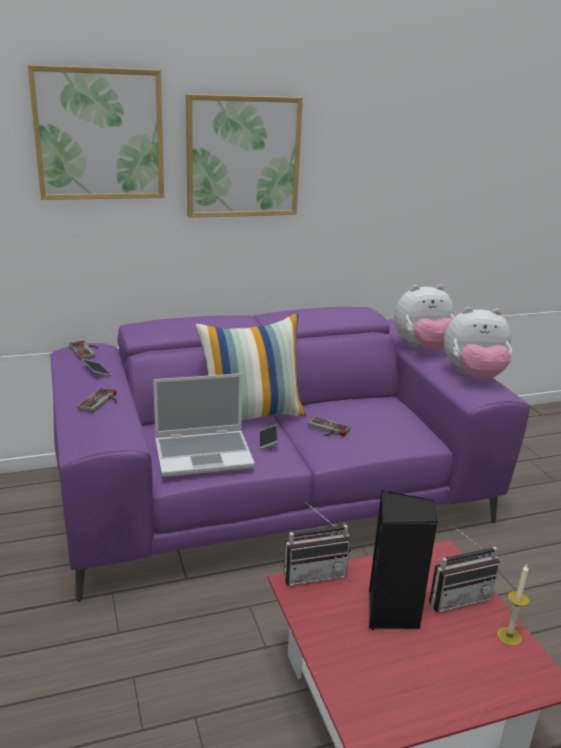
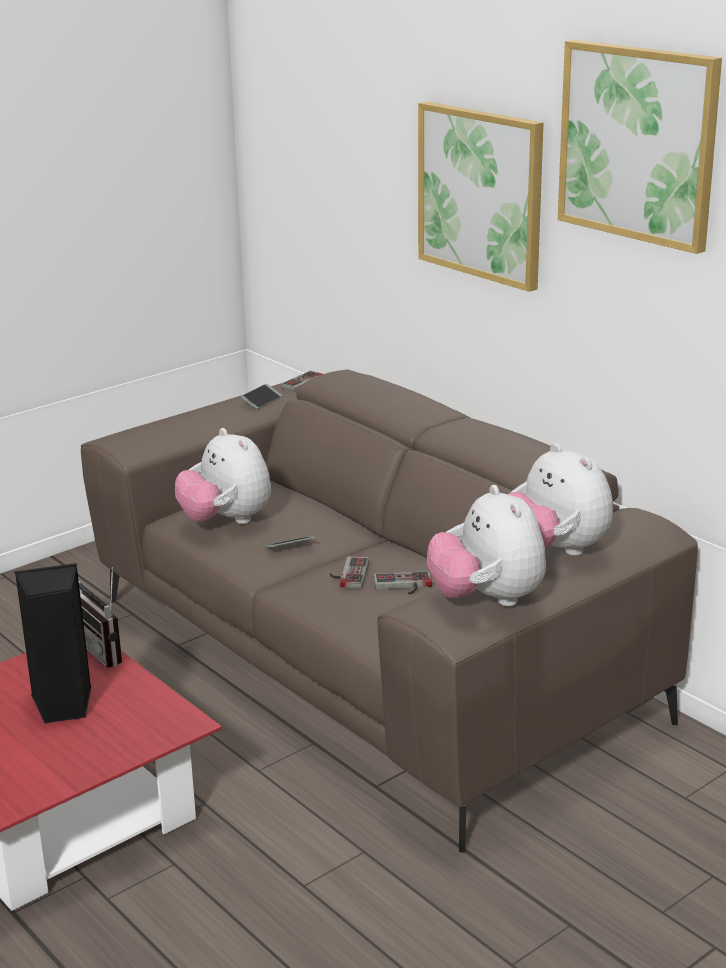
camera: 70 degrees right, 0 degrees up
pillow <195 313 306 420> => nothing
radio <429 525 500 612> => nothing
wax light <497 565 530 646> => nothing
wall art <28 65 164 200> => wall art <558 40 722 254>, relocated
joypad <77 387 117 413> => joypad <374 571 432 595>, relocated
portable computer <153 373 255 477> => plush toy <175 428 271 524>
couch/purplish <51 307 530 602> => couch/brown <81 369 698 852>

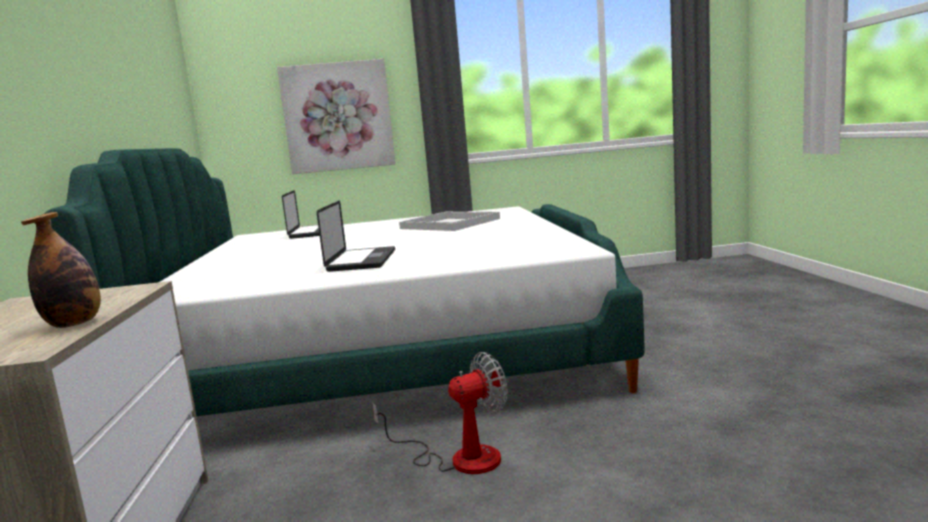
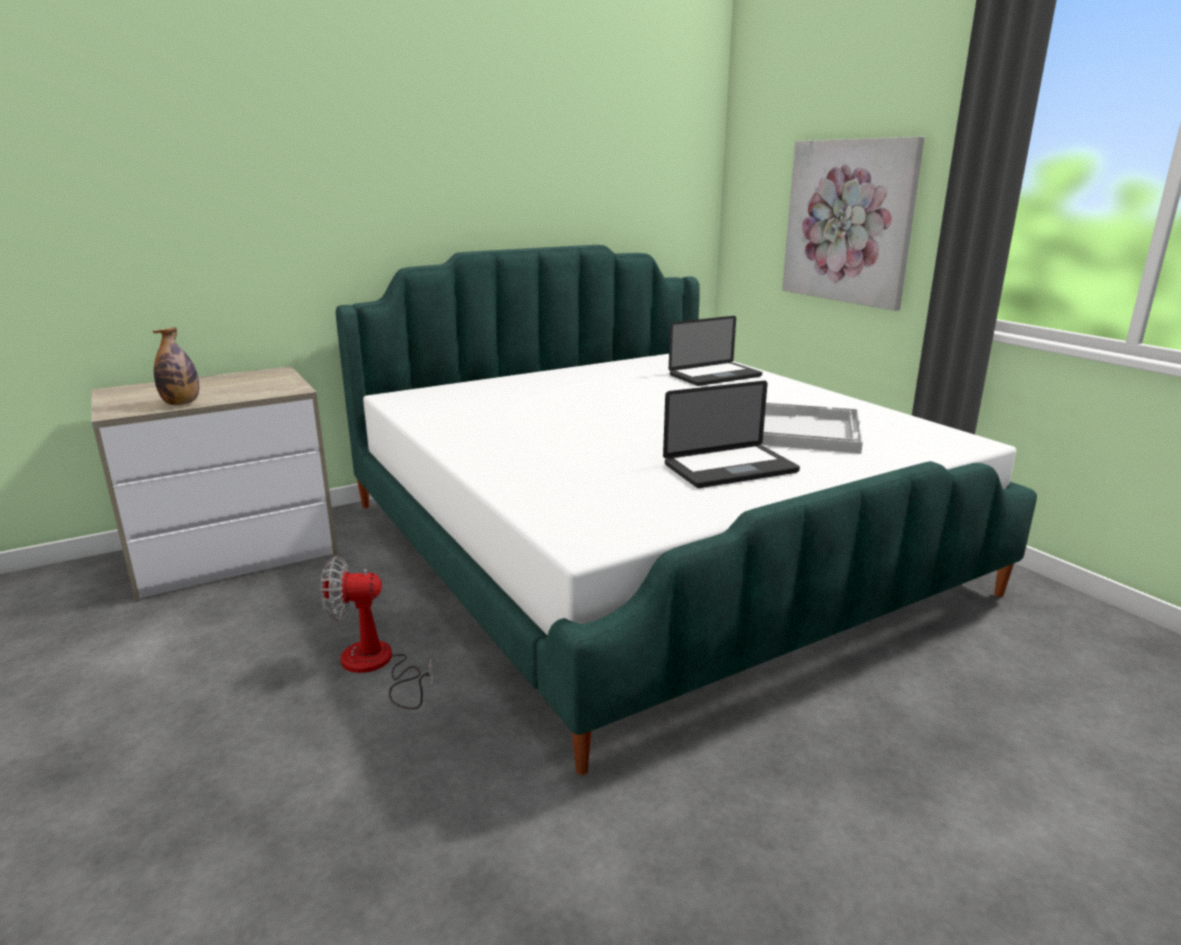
camera: 65 degrees right, 10 degrees up
portable computer <317 201 395 272> => portable computer <663 381 800 488>, relocated
electric fan <372 352 507 474> => electric fan <321 556 433 709>, 135 degrees clockwise

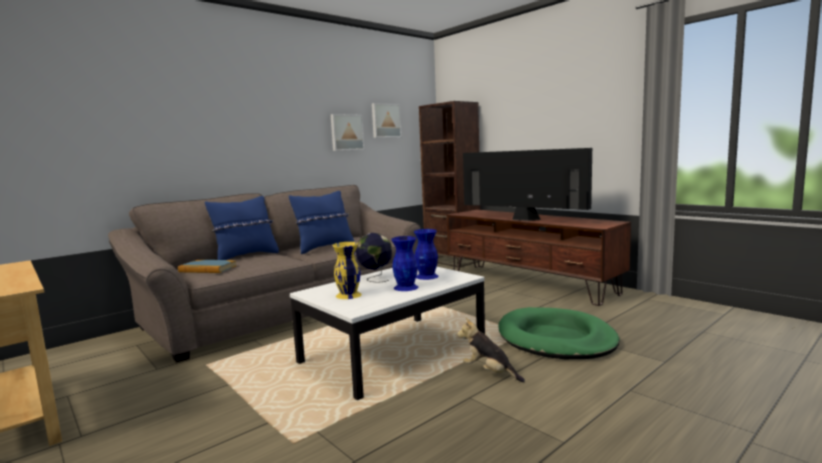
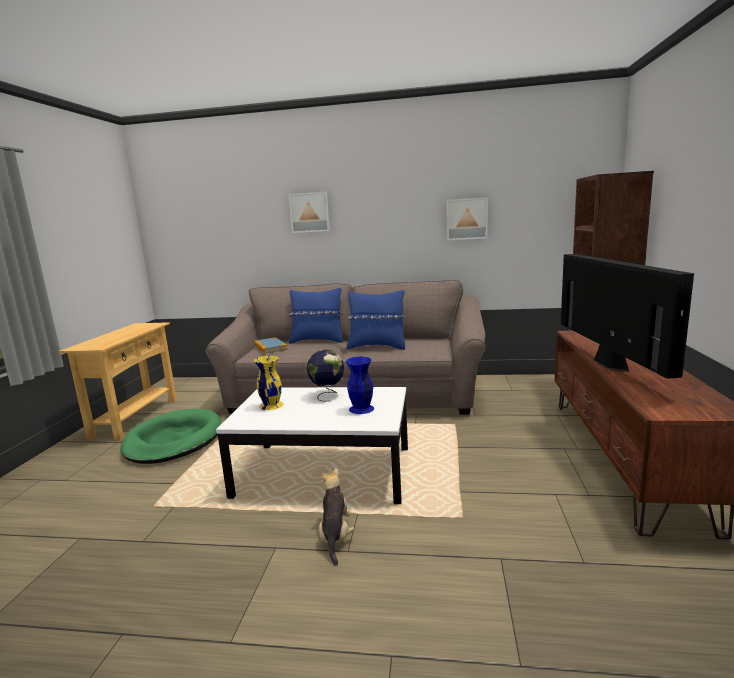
camera: 50 degrees right, 5 degrees up
decorative vase/blue <391 236 418 291> => nothing
wall art <372 103 402 138> => wall art <288 192 330 233>, relocated
dog bed/green-coloured <498 307 620 359> => dog bed/green-coloured <120 409 222 464>, relocated

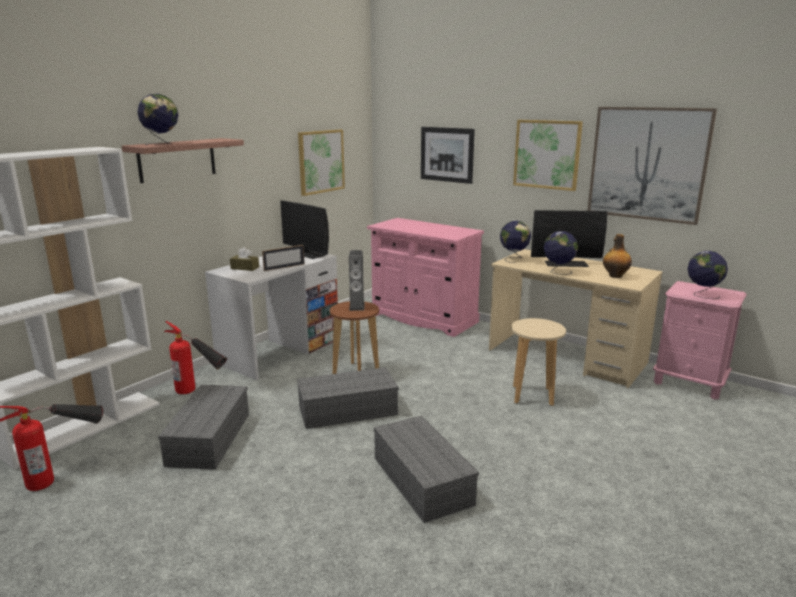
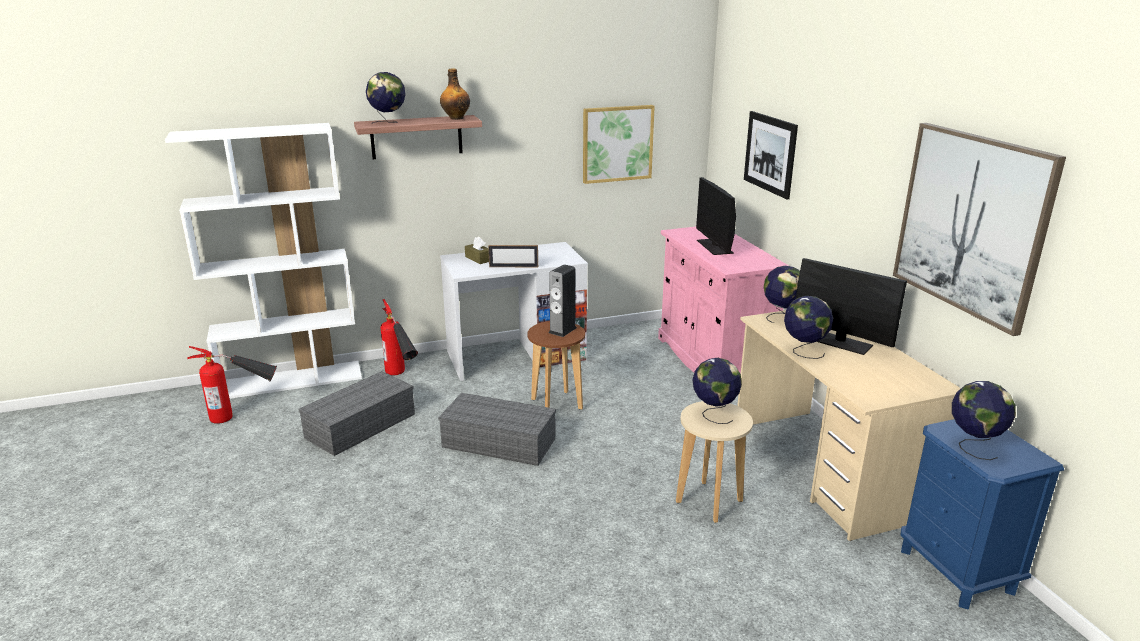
camera: 35 degrees right, 5 degrees up
storage container/grey <374 415 479 523> => nothing
wall art <513 120 583 191> => nothing
nothing => world globe <692 358 742 424>
computer screen <280 201 329 259> => computer screen <696 177 736 255>, relocated
drink bottle <603 234 632 278> => drink bottle <440 68 470 120>, relocated
nightstand/pinkish <653 281 747 399> => nightstand/blue <901 419 1064 609>

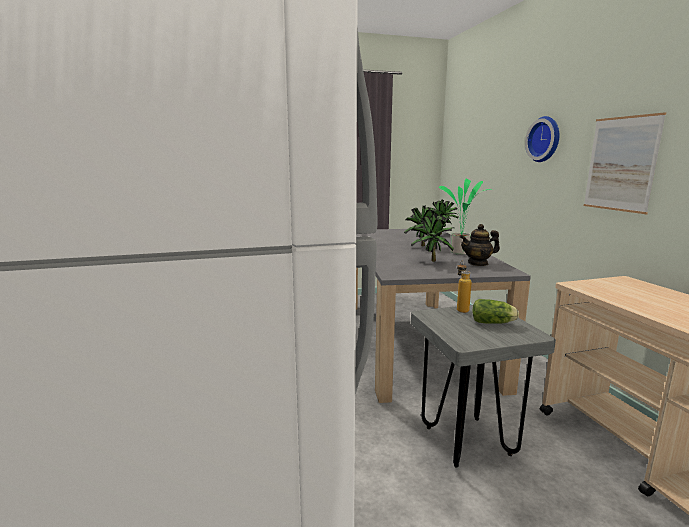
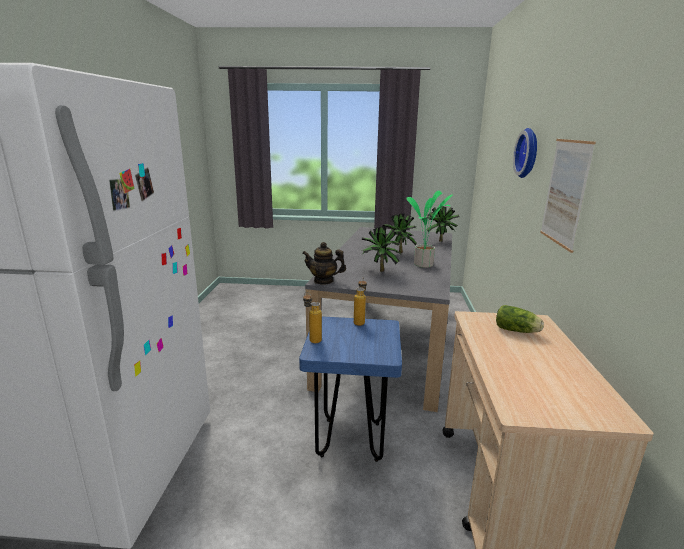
camera: 20 degrees right, 5 degrees up
nothing => drink bottle <303 292 322 343>
teapot <460 224 500 266> => teapot <302 242 346 285>, relocated
lettuce head <473 299 519 324> => lettuce head <496 305 544 333>, relocated
stool seat/grey <411 305 556 468> => stool seat/blue <299 316 402 462>

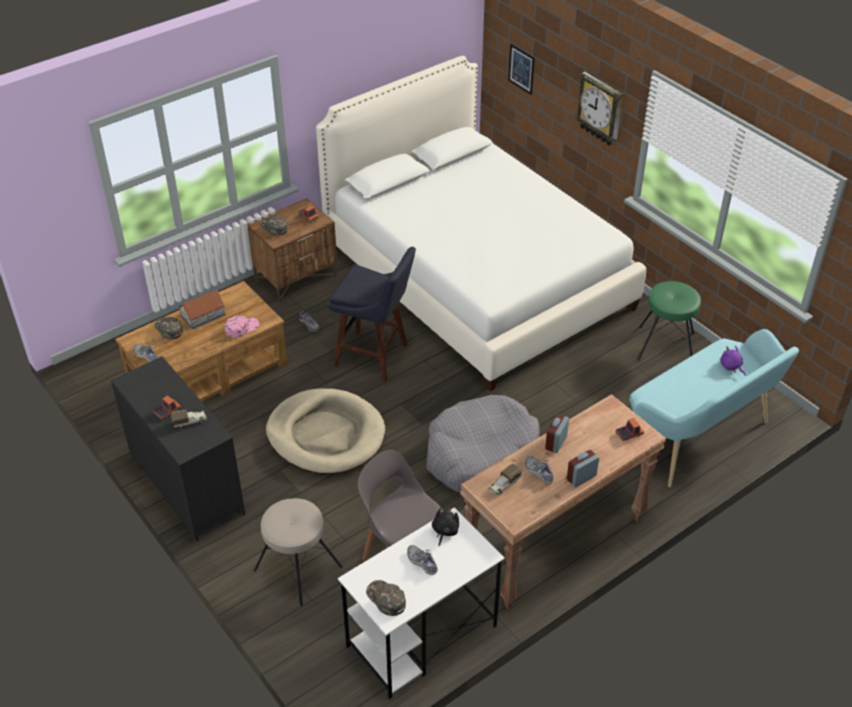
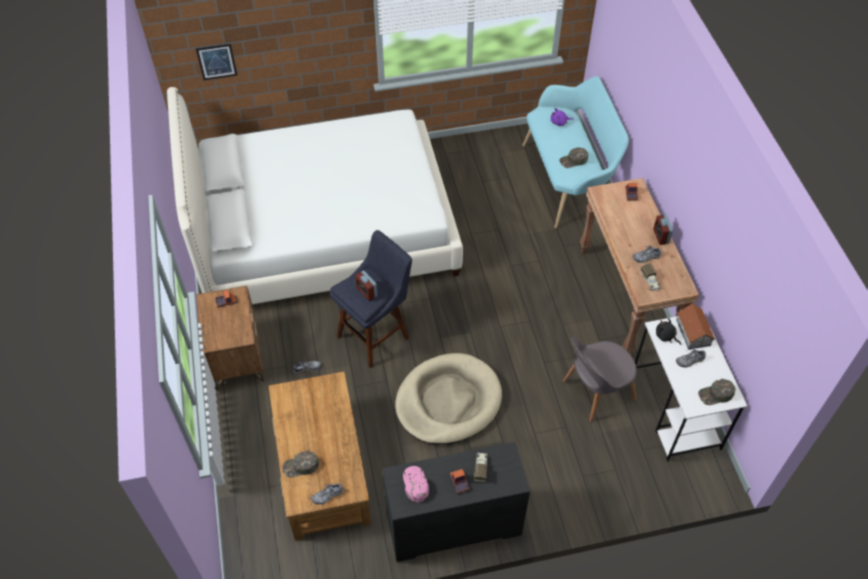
camera: 65 degrees left, 10 degrees up
stool seat/beige-coloured <254 498 343 606> => nothing
dog bed/grey <427 395 540 493> => nothing
clock on the wall <576 72 623 145> => nothing
stool seat/green-coloured <638 281 701 360> => nothing
model house <178 290 225 329> => model house <676 303 715 349>, relocated
baseball cap/pinkish <225 316 259 338> => baseball cap/pinkish <403 466 429 502>, relocated
baseball cap/green-coloured <260 216 288 236> => baseball cap/green-coloured <559 147 588 168>, relocated
alarm clock <545 414 569 453> => alarm clock <355 270 378 301>, relocated

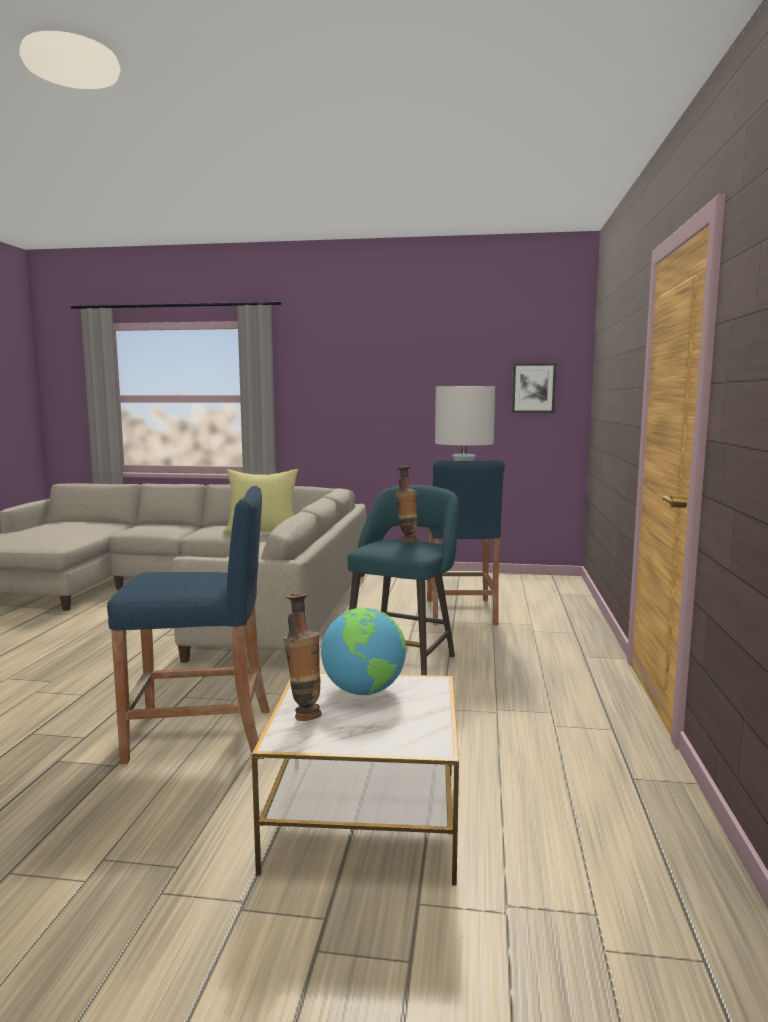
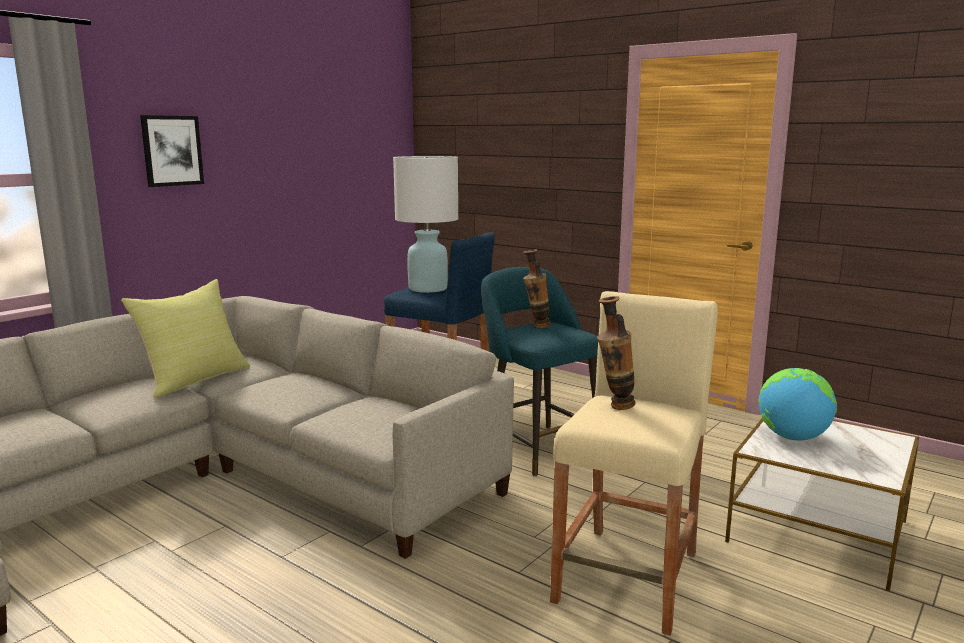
camera: 60 degrees left, 5 degrees up
decorative vase <283 594 322 721> => decorative vase <597 296 635 410>, relocated
wall art <512 363 556 413> => wall art <140 115 204 187>, relocated
stool seat/blue <107 486 270 764> => stool seat/beige-coloured <550 291 718 636>

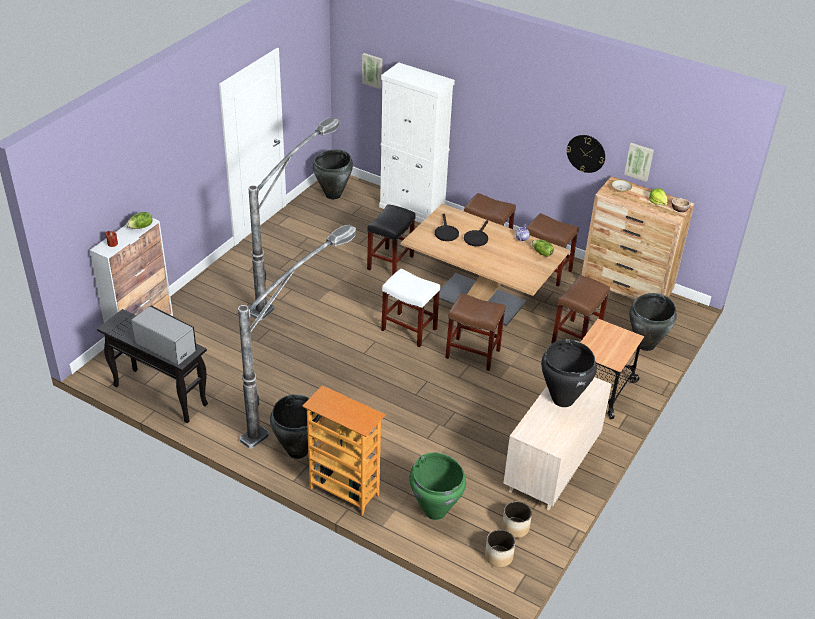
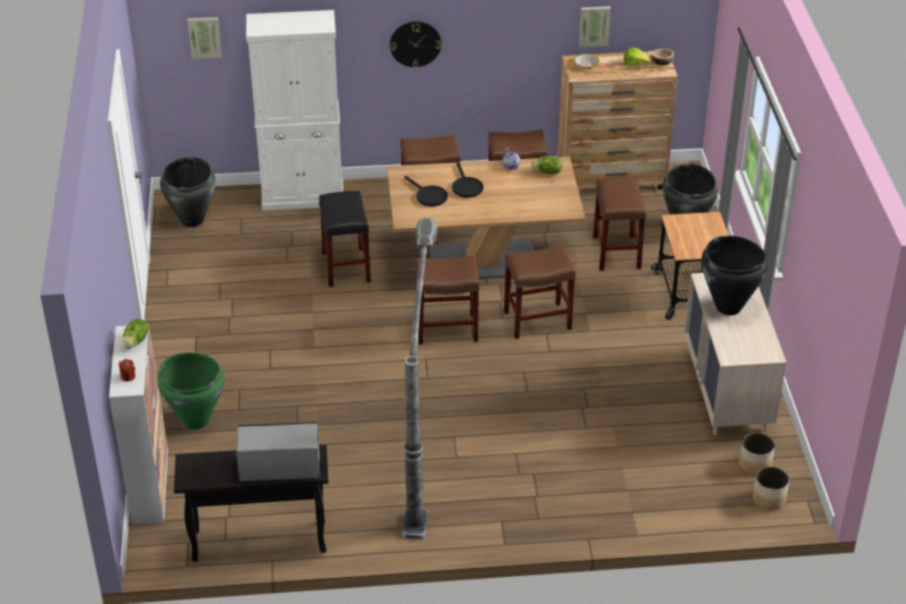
camera: 35 degrees left, 0 degrees up
standard lamp <248 117 339 321> => nothing
decorative vase/black-coloured <270 394 322 459> => nothing
bookcase <302 385 386 516> => nothing
decorative vase/green-coloured <410 452 466 520> => decorative vase/green-coloured <157 352 225 430>, relocated
clock on the wall <566 135 605 173> => clock on the wall <390 21 441 68>, relocated
stool seat/white-coloured <381 269 440 348> => stool seat/brown <415 256 479 345>

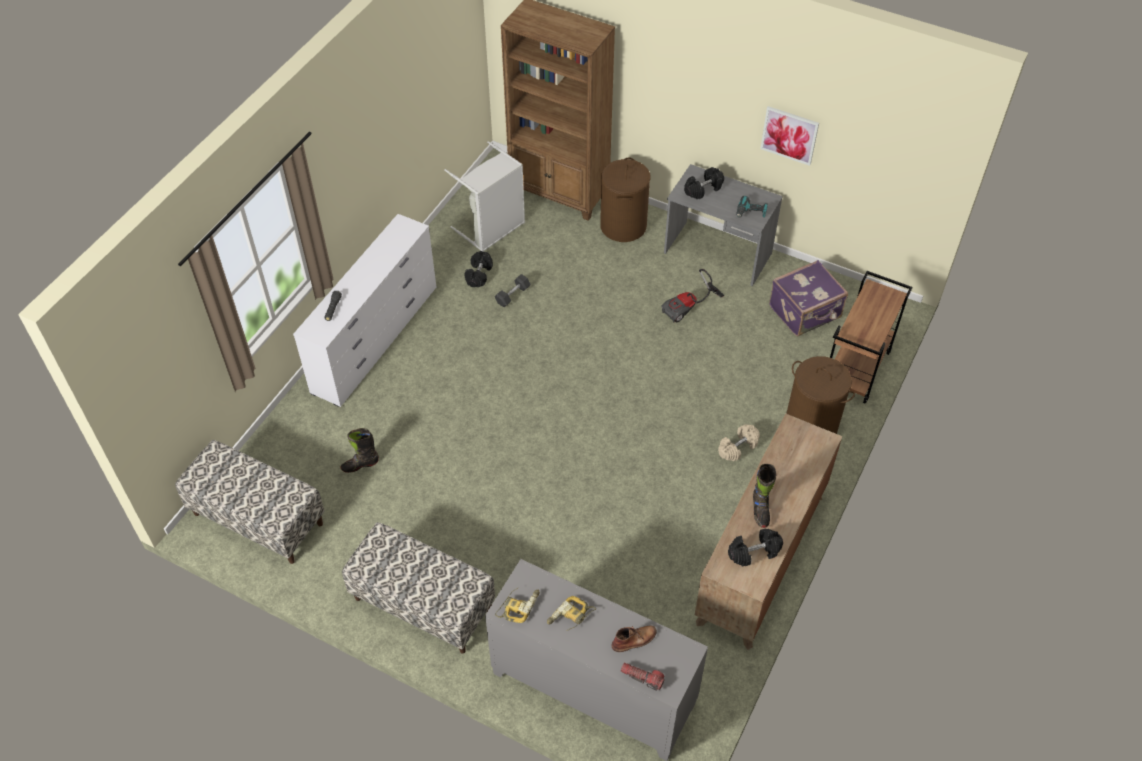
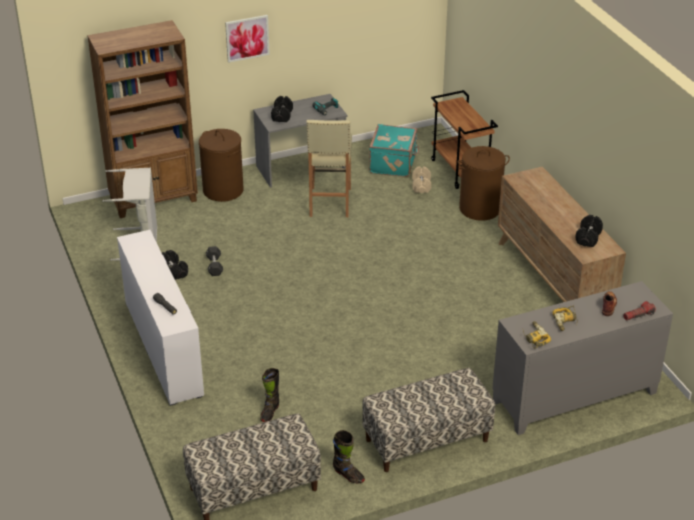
camera: 50 degrees left, 15 degrees down
hand weight/beige-coloured <718 424 760 461> => hand weight/beige-coloured <412 167 431 193>, relocated
boot/black-coloured <753 464 777 528> => boot/black-coloured <333 430 365 483>, relocated
wall art <760 106 819 166> => wall art <225 15 270 63>, relocated
hoover <661 269 724 322> => stool seat/beige-coloured <306 120 352 217>
travel case/purplish <769 260 848 337> => travel case/turquoise <369 124 419 177>

